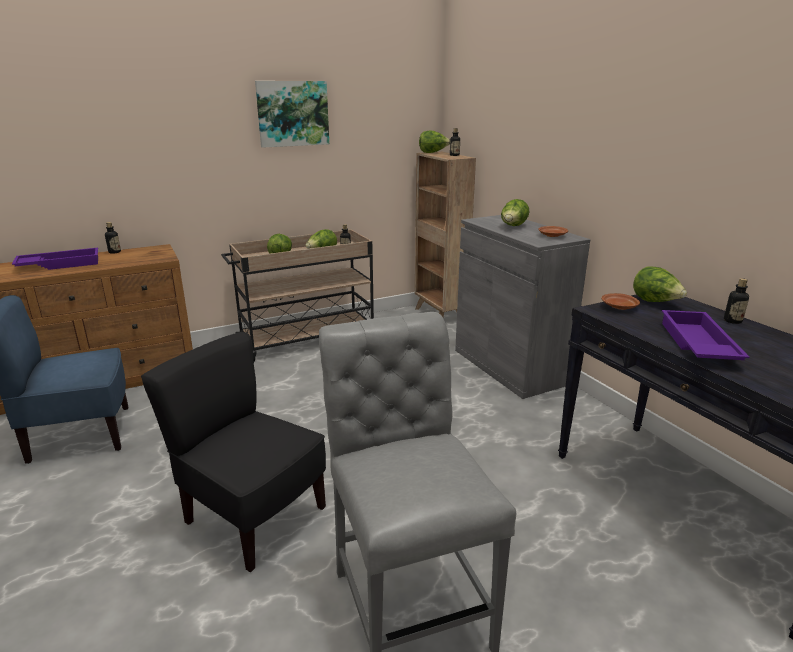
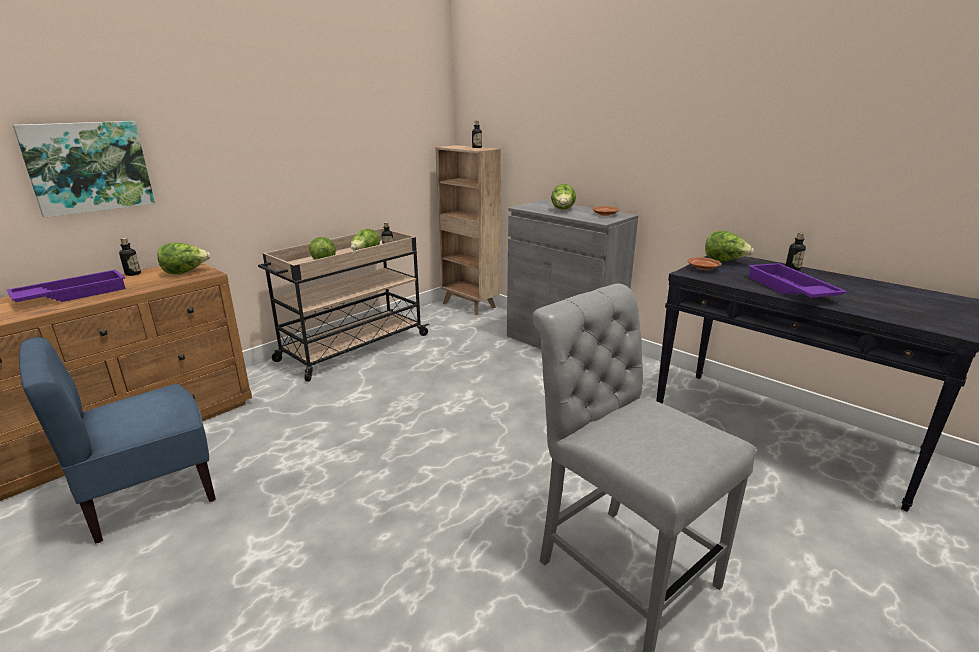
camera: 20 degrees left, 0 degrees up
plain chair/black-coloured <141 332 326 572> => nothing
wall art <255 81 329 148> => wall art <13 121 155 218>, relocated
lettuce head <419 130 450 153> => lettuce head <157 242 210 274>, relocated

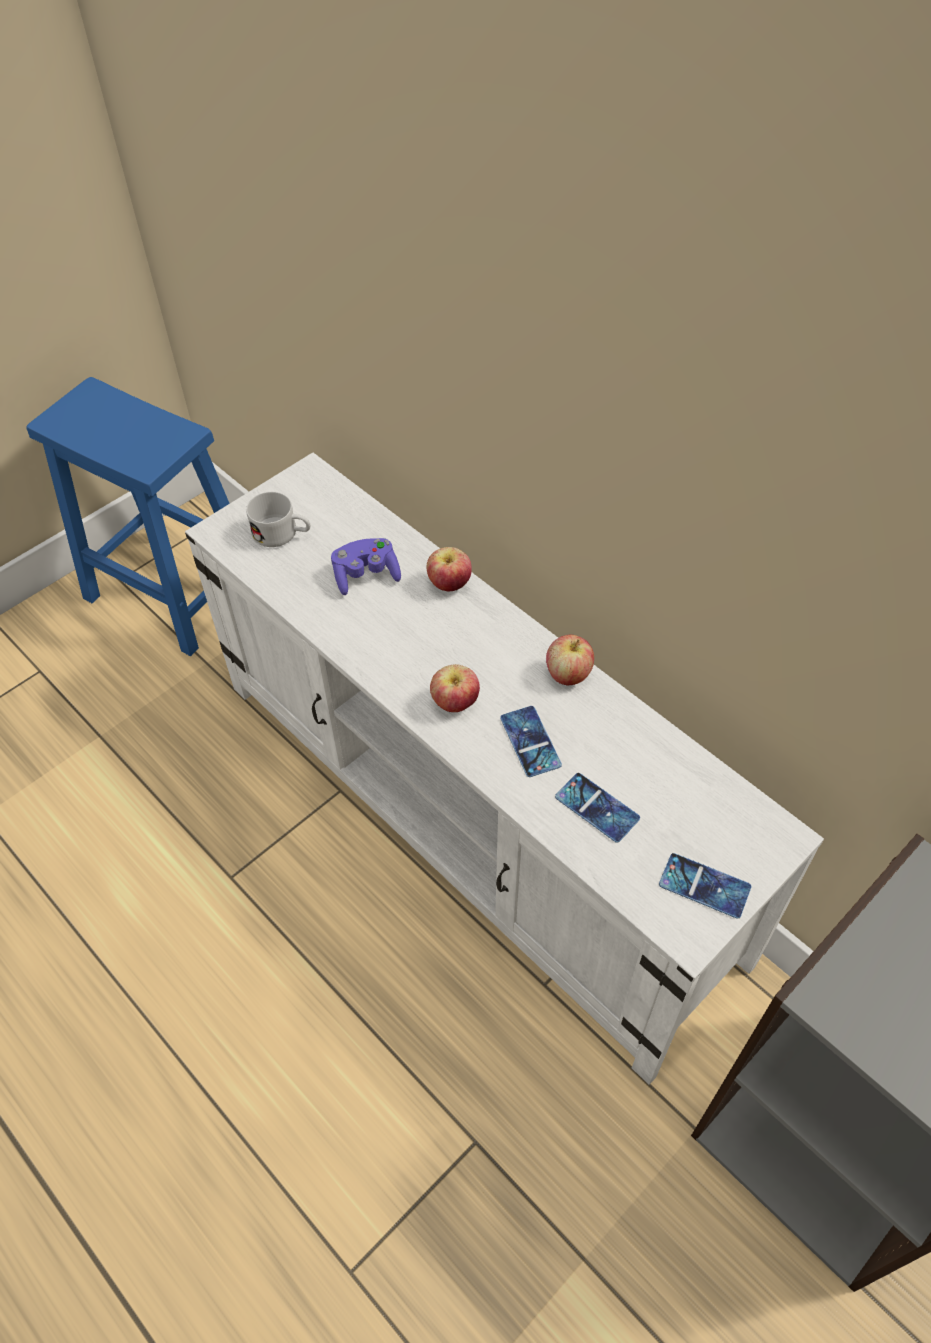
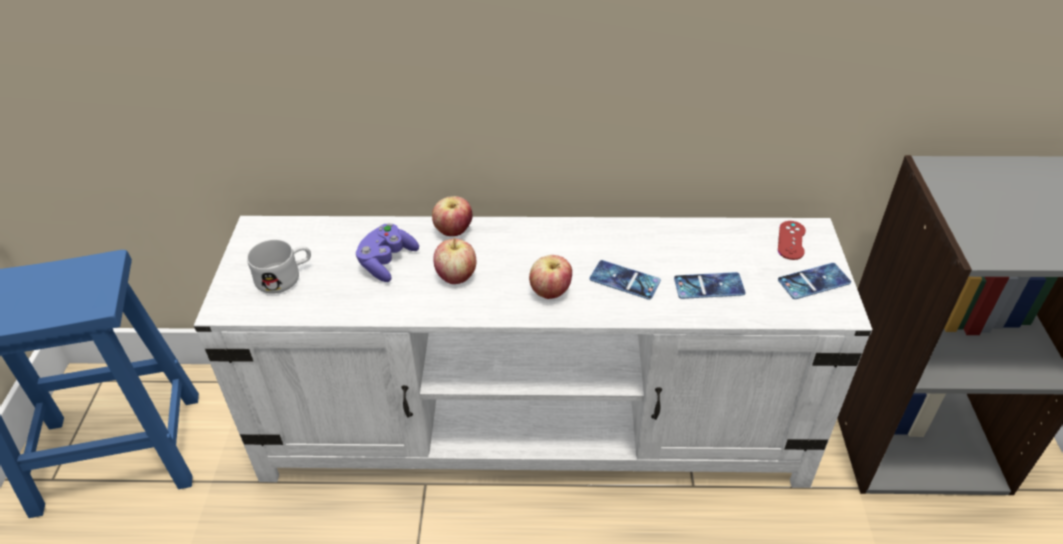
camera: 45 degrees left, 10 degrees down
nothing => joypad/red-coloured <778 221 806 260>
whole apple <546 635 594 685> => whole apple <433 238 476 284>, relocated

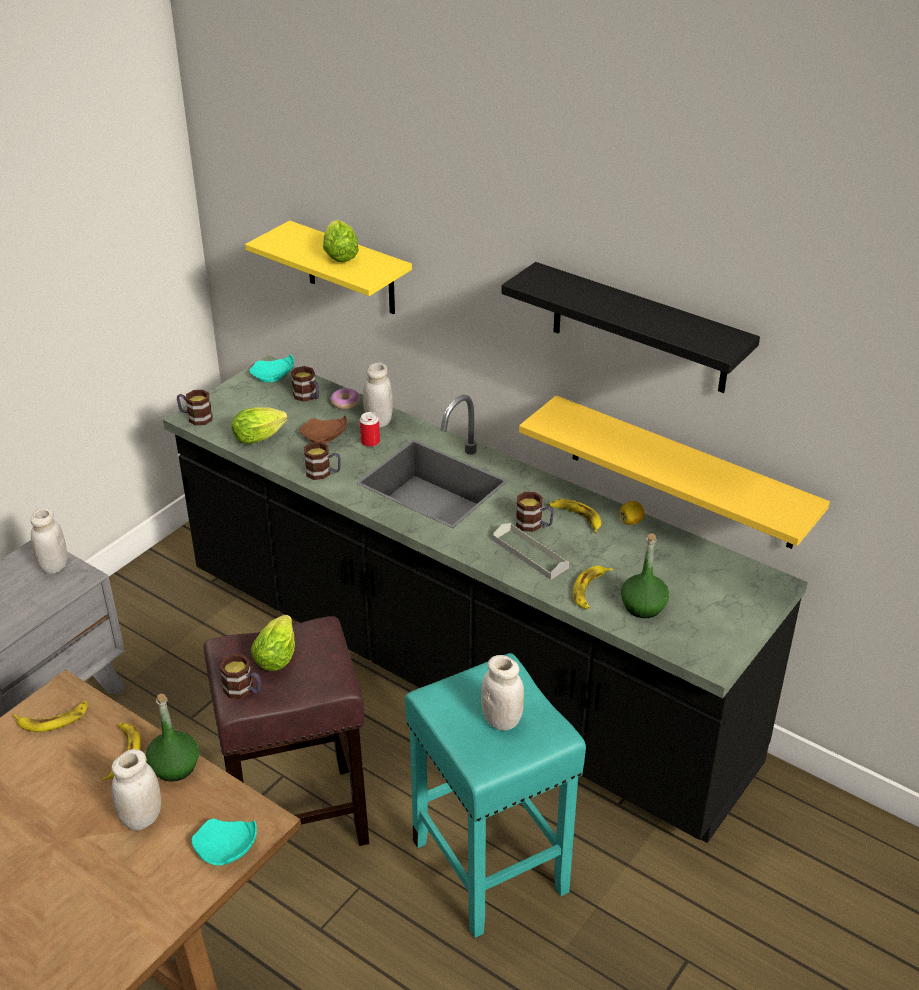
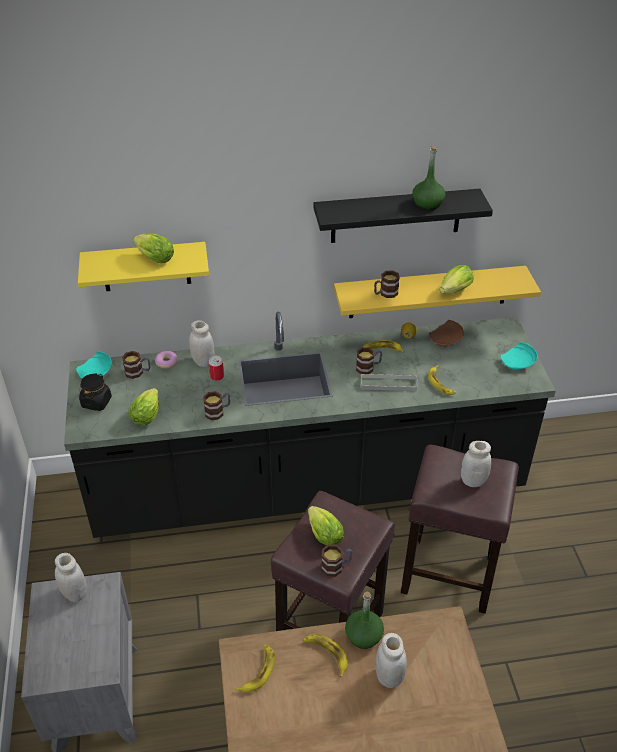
camera: 45 degrees left, 5 degrees up
nothing => jar/black-coloured <79 373 112 411>
nothing => lettuce head <440 265 474 294>
tea mug <177 390 212 425> => tea mug <374 270 400 298>, relocated
flat dish/turquoise <191 819 257 865> => flat dish/turquoise <501 342 538 370>, relocated
flat dish/brown <300 416 348 443> => flat dish/brown <429 320 464 347>, relocated
drink bottle/green-coloured <621 534 669 618> => drink bottle/green-coloured <412 146 445 210>, relocated
stool seat/turquoise <405 653 586 938> => stool seat/brown <401 445 519 614>

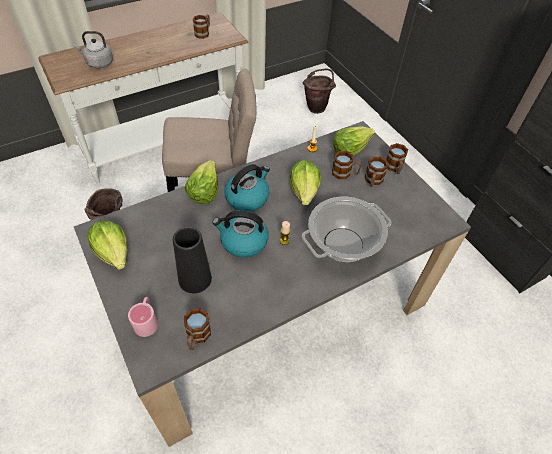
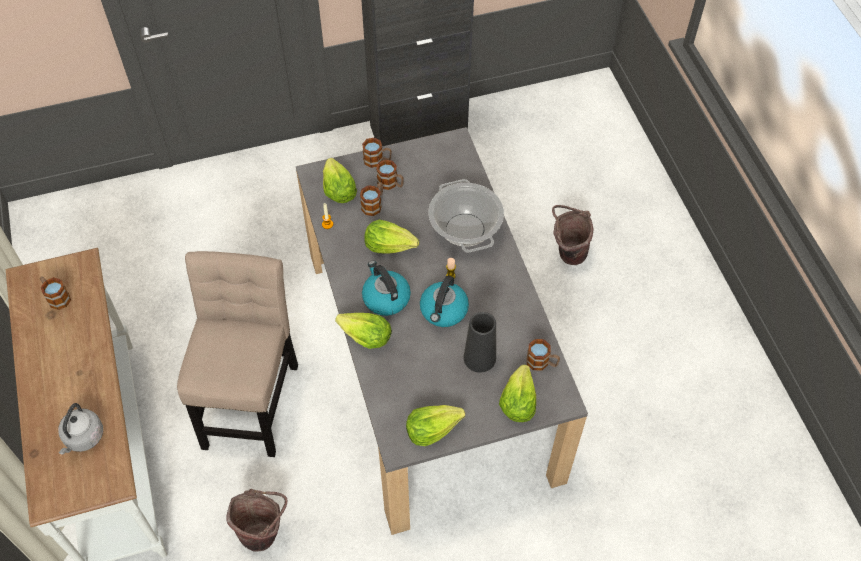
camera: 75 degrees left, 5 degrees up
bucket/brown <302 68 336 114> => bucket/brown <552 205 594 265>, relocated
tea mug/pinkish <128 297 158 337> => lettuce head <499 365 536 422>

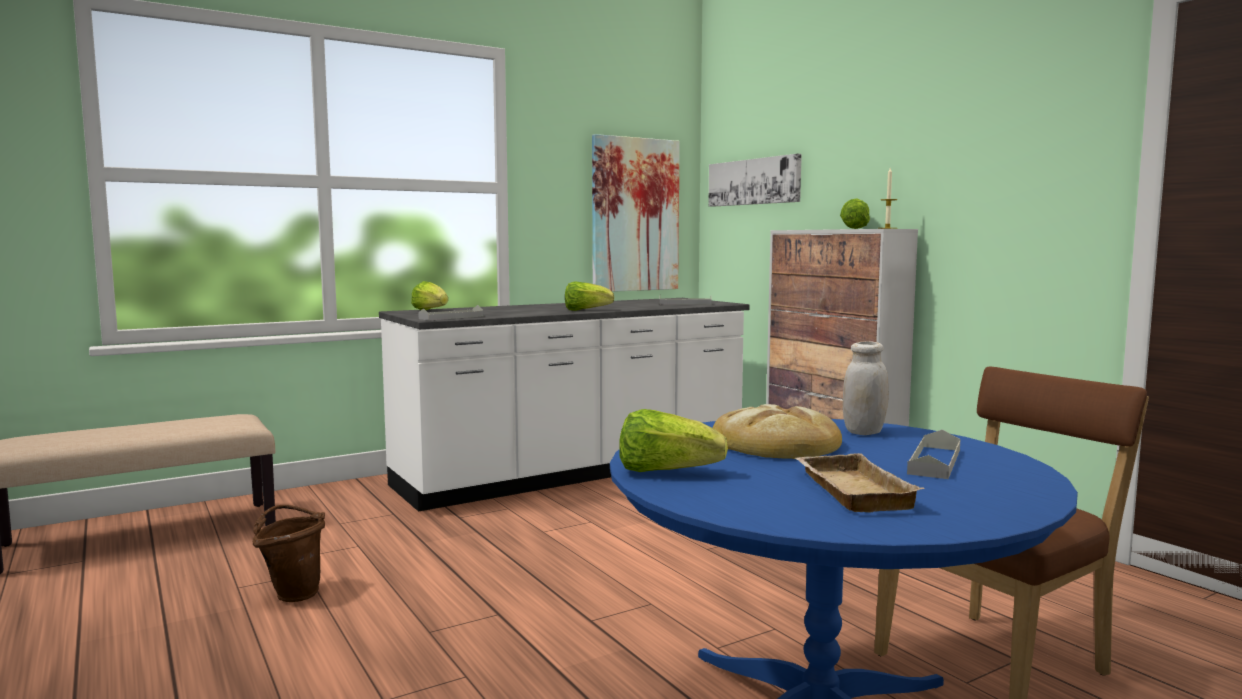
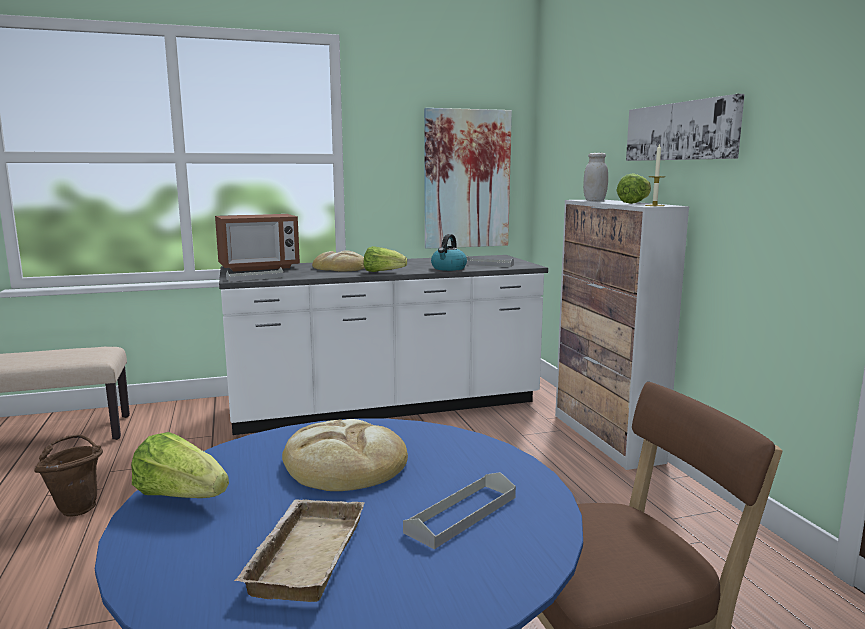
camera: 15 degrees right, 5 degrees up
nothing => bakery bread <312 250 365 271>
nothing => water kettle <431 234 467 271>
wall art <708 154 802 207> => wall art <626 94 745 161>, relocated
jar/white-coloured <843 341 889 435> => jar/white-coloured <583 153 608 201>, relocated
lettuce head <411 281 448 310> => microwave <215 214 300 272>

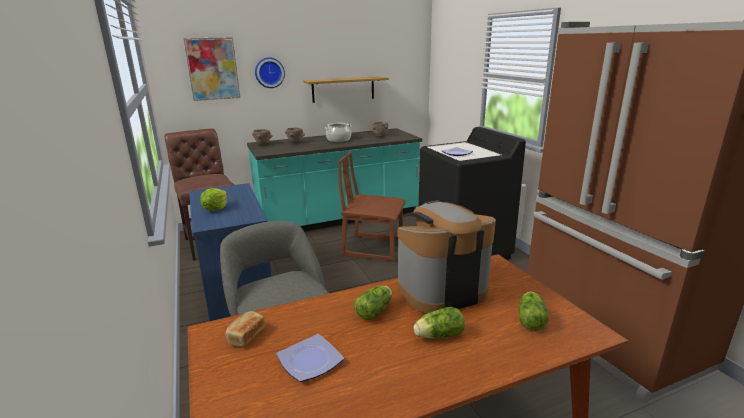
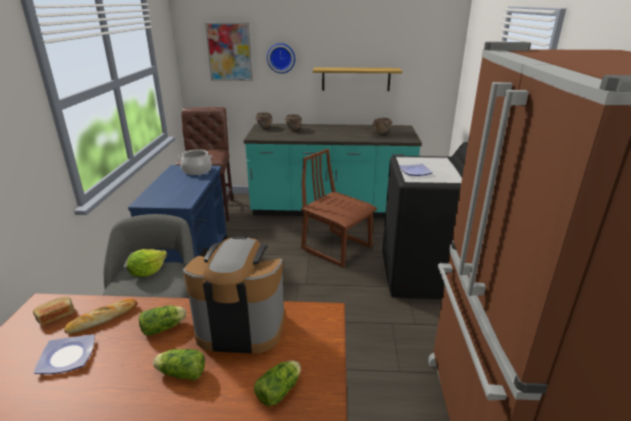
camera: 25 degrees right, 5 degrees up
nothing => bakery bread <64 299 137 334>
lettuce head <201 188 227 211> => lettuce head <127 249 167 277>, relocated
cooking pot <325 123 352 142> => cooking pot <178 149 212 175>, relocated

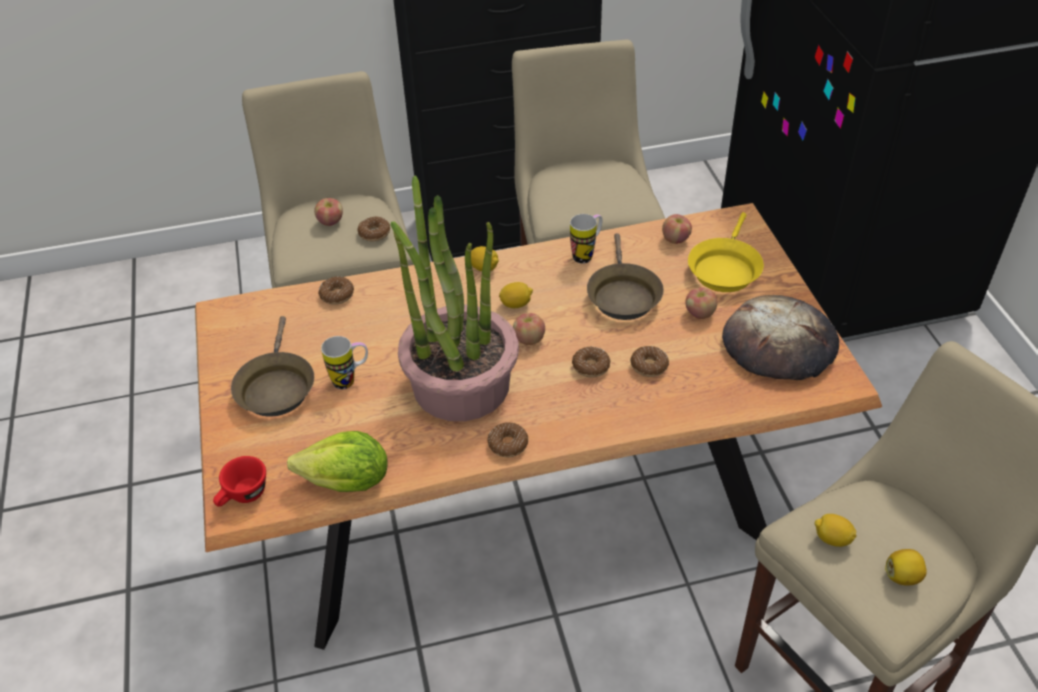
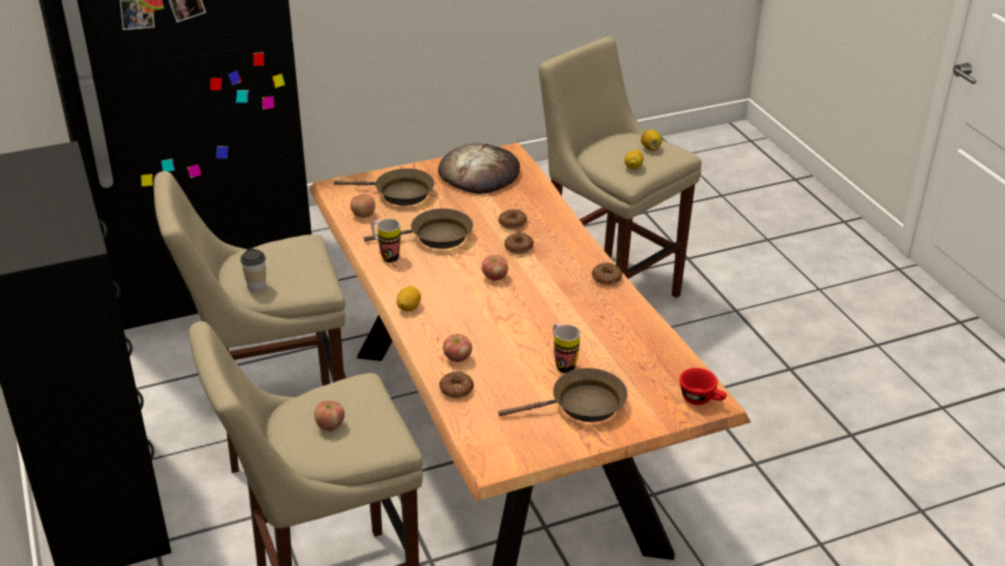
camera: 100 degrees left, 10 degrees down
lettuce head <287 431 388 492> => nothing
donut <357 217 390 241> => nothing
potted plant <391 175 519 421> => nothing
lemon <499 282 533 308> => nothing
nothing => small cup <241 249 266 292>
whole apple <685 287 717 319> => whole apple <443 334 472 362>, relocated
pan/yellowish <688 212 764 292> => pan/brown <334 168 434 206>

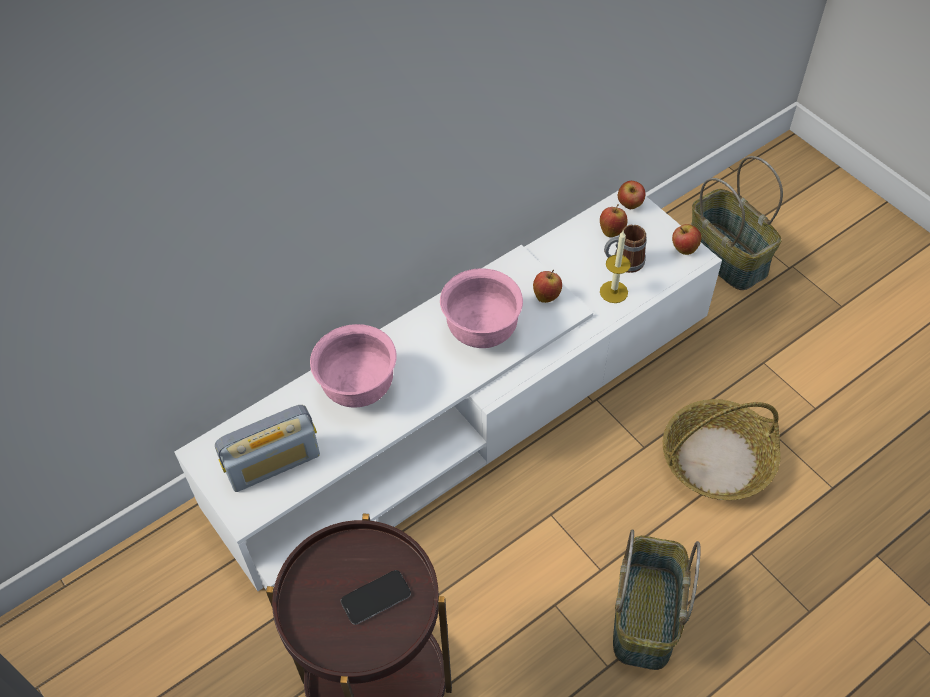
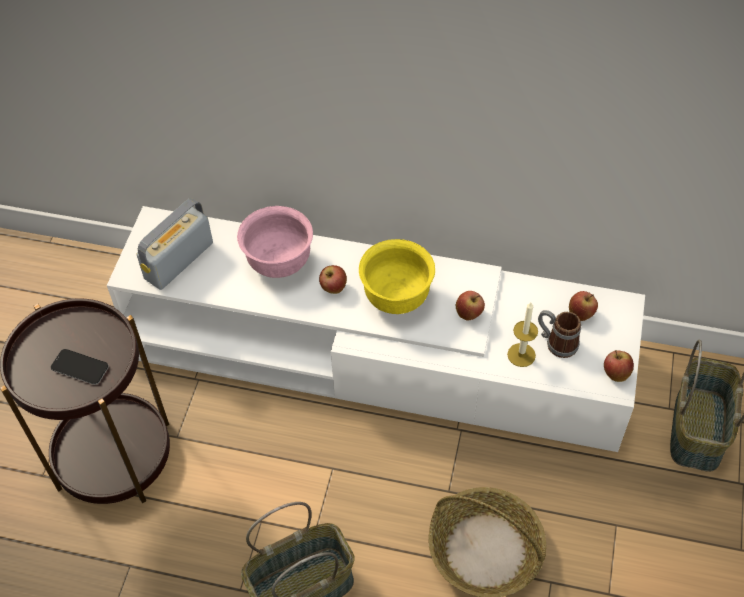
camera: 50 degrees right, 0 degrees up
whole apple <618 181 645 209> => whole apple <319 265 347 294>, relocated
deep dish/pinkish <440 268 523 348> => deep dish/yellowish <359 239 435 314>
radio <215 405 320 492> => radio <136 198 213 290>, 105 degrees clockwise

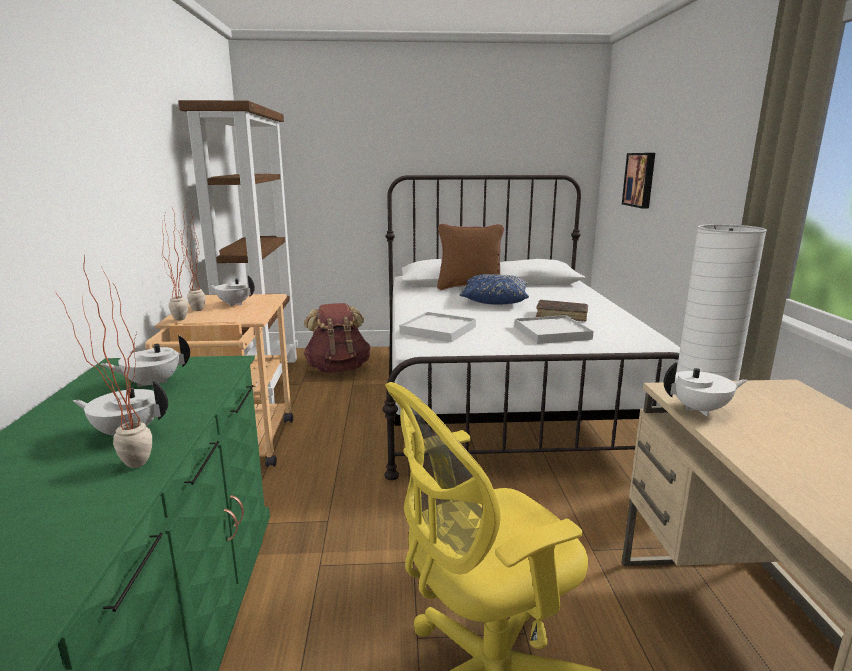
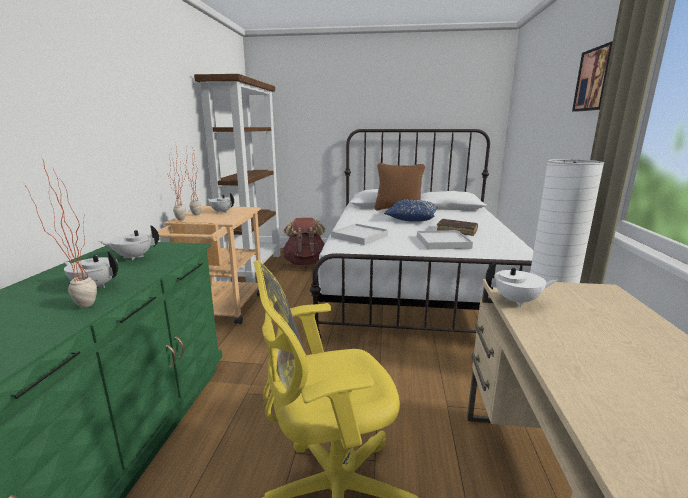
camera: 10 degrees right, 0 degrees up
wall art <622 153 655 209> => wall art <572 41 613 111>, relocated

